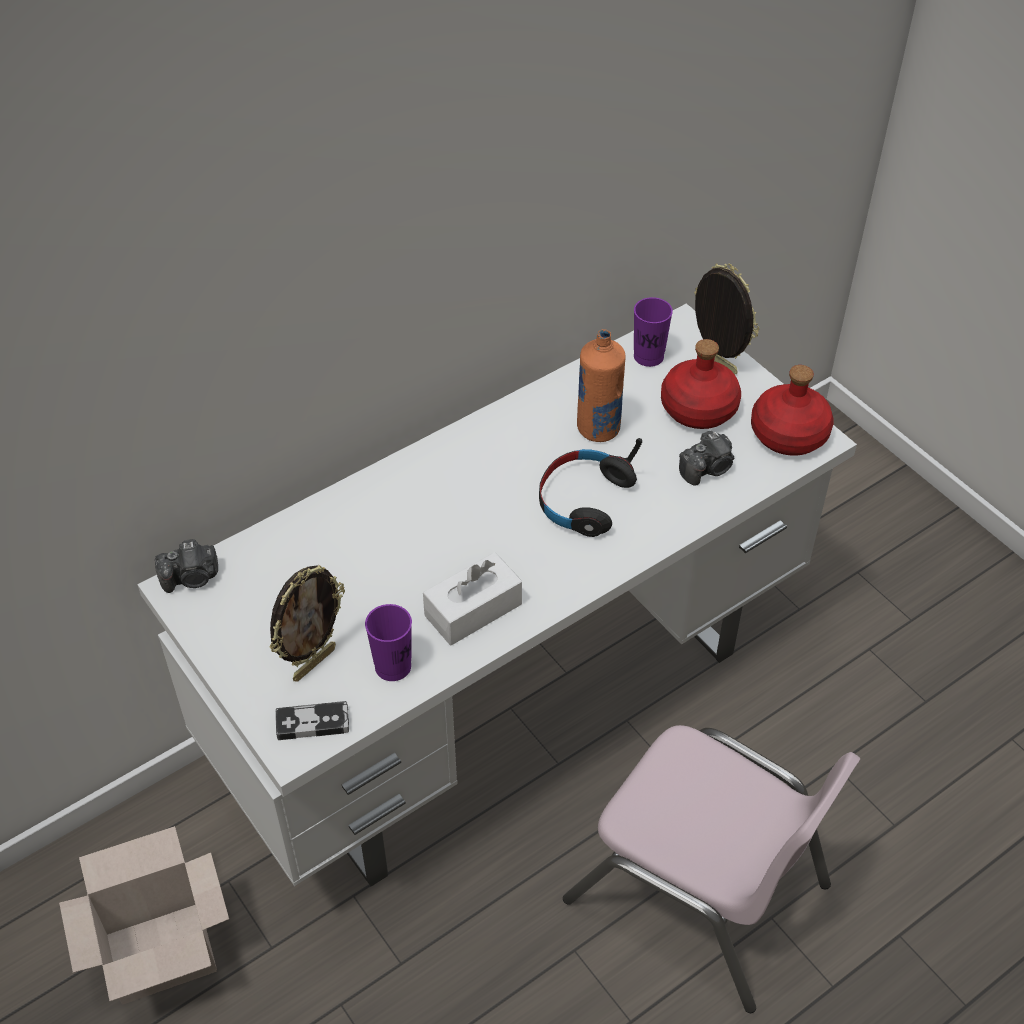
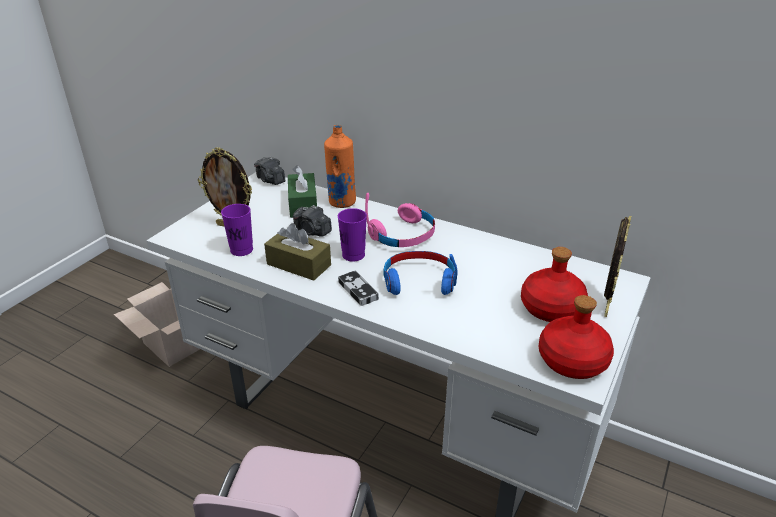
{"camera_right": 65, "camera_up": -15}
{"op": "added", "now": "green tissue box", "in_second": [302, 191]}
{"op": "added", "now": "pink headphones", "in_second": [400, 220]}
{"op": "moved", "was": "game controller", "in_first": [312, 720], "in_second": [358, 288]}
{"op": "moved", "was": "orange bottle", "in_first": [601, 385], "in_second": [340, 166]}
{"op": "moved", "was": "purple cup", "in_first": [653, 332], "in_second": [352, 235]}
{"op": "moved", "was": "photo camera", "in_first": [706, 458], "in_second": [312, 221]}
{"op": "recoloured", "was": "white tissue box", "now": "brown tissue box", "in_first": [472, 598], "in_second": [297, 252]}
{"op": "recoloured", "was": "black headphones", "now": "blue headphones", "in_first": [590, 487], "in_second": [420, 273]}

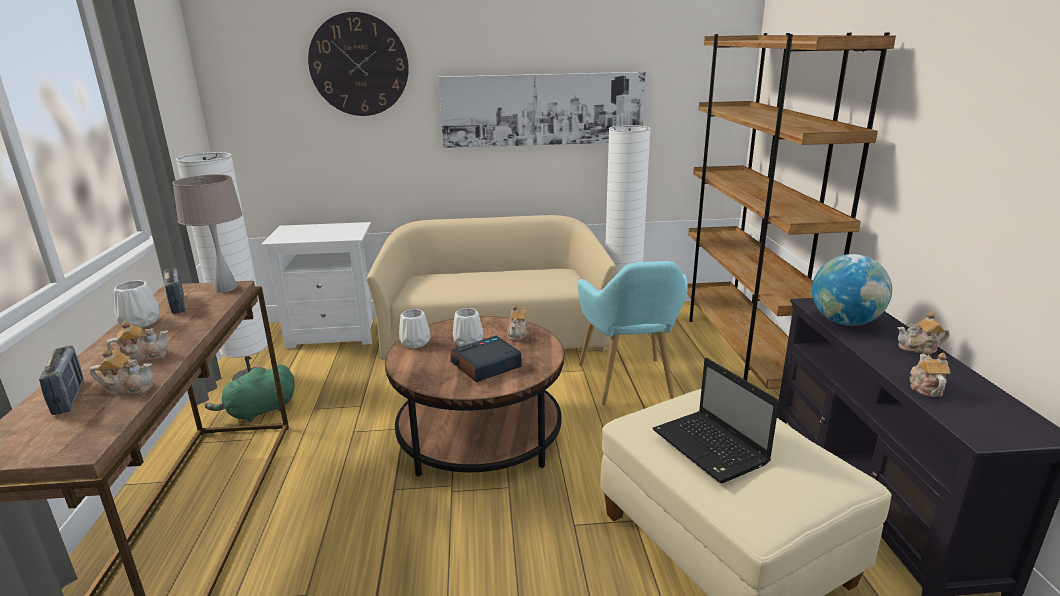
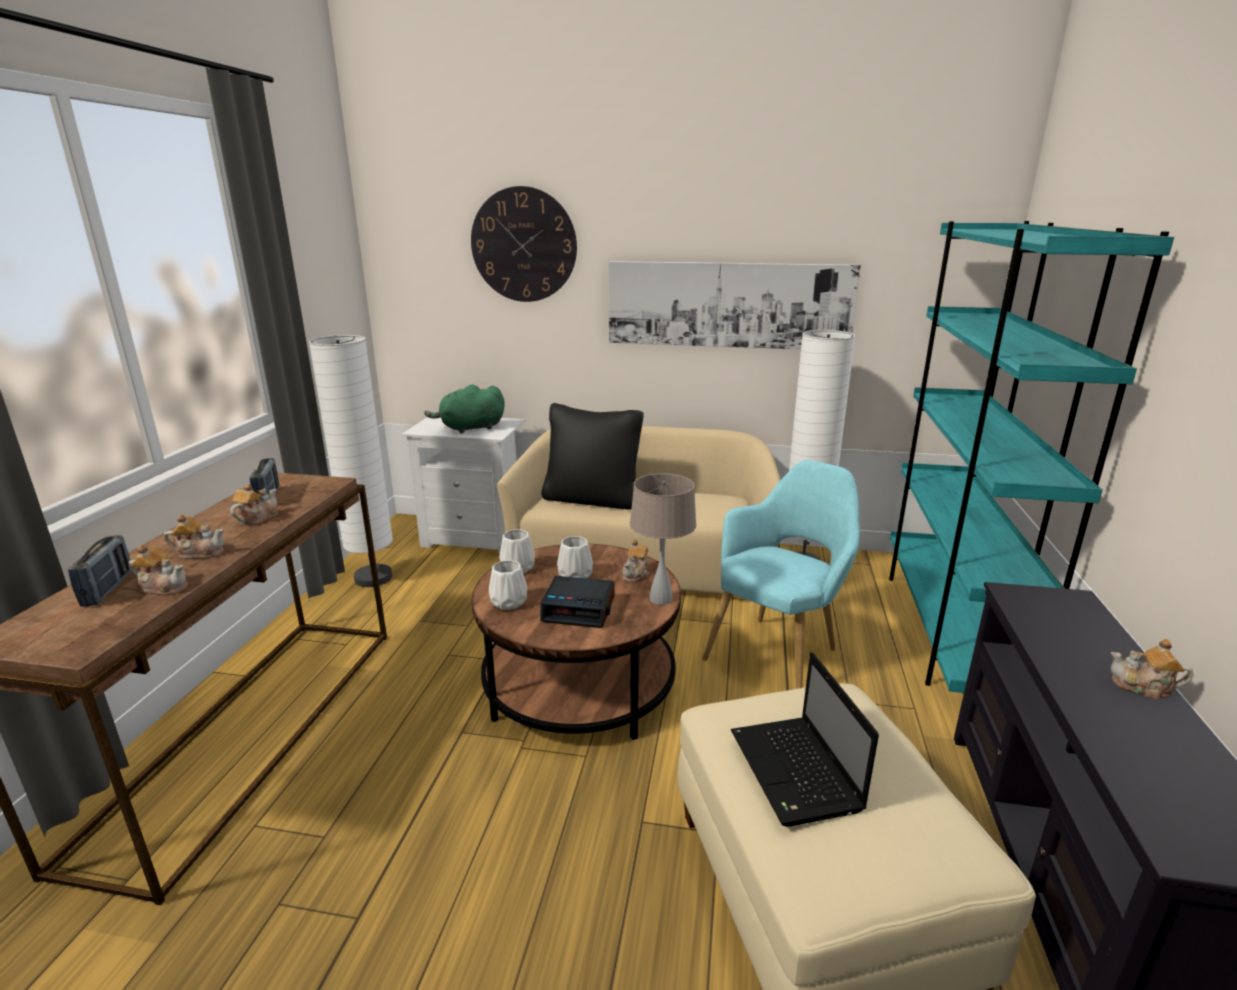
{"camera_right": 15, "camera_up": 0}
{"op": "removed", "was": "globe", "in_first": [852, 290]}
{"op": "added", "now": "black pillow", "in_second": [592, 456]}
{"op": "moved", "was": "white vase", "in_first": [137, 304], "in_second": [508, 585]}
{"op": "moved", "was": "beige table lamp", "in_first": [207, 233], "in_second": [663, 539]}
{"op": "moved", "was": "green plush toy", "in_first": [250, 393], "in_second": [464, 408]}
{"op": "moved", "was": "teapot", "in_first": [930, 375], "in_second": [254, 505]}
{"op": "recoloured", "was": "brown bookcase", "now": "turquoise bookcase", "in_first": [791, 210], "in_second": [1031, 457]}
{"op": "turned", "was": "alarm clock", "in_first": [485, 359], "in_second": [577, 602], "clockwise": -150}
{"op": "turned", "was": "turquoise armchair", "in_first": [632, 333], "in_second": [781, 574], "clockwise": -150}

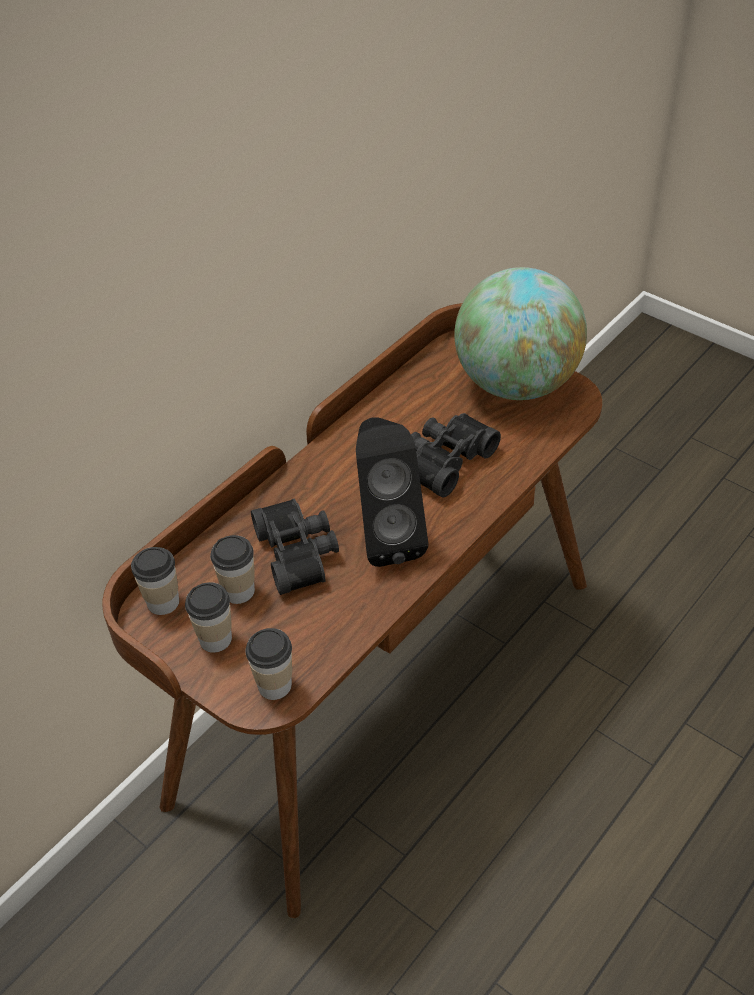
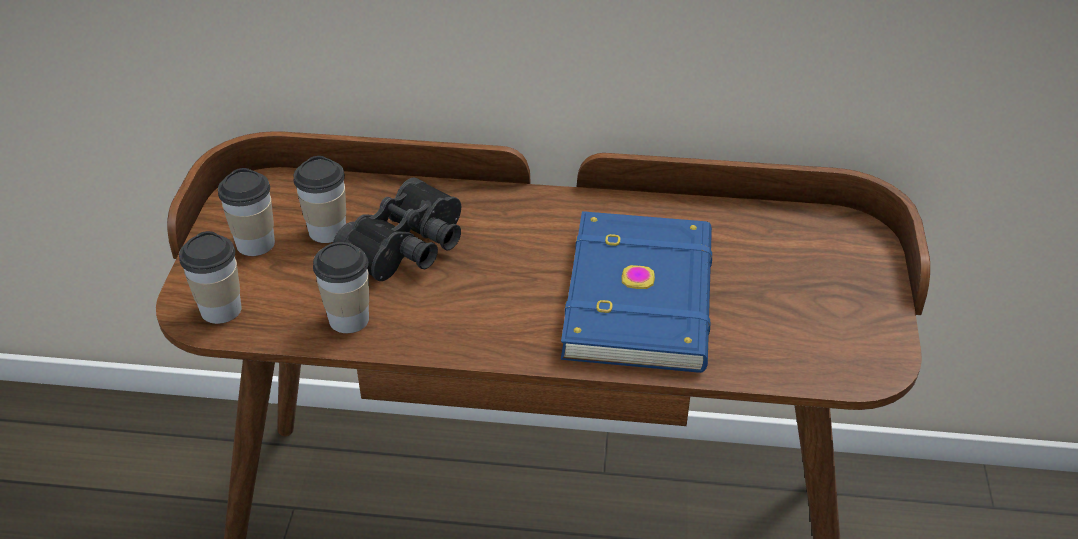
{"camera_right": 55, "camera_up": -5}
{"op": "removed", "was": "black speaker", "in_first": [392, 492]}
{"op": "removed", "was": "globe", "in_first": [520, 333]}
{"op": "moved", "was": "cup", "in_first": [155, 581], "in_second": [341, 287]}
{"op": "replaced", "was": "black binoculars", "now": "blue book", "in_first": [456, 455], "in_second": [636, 292]}

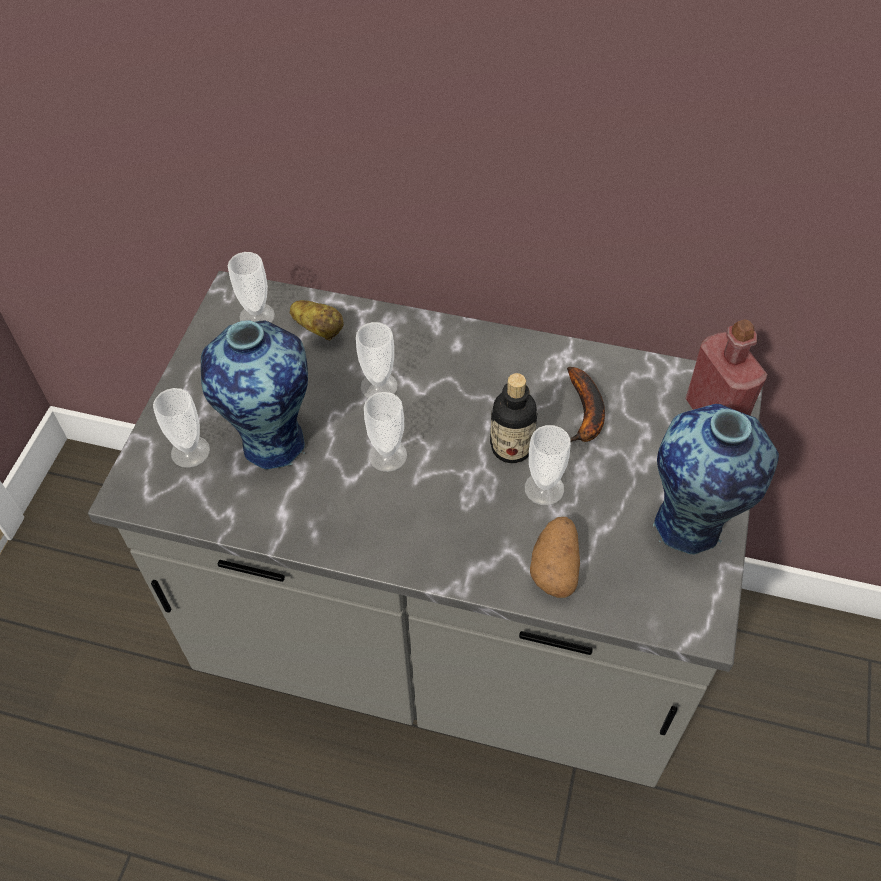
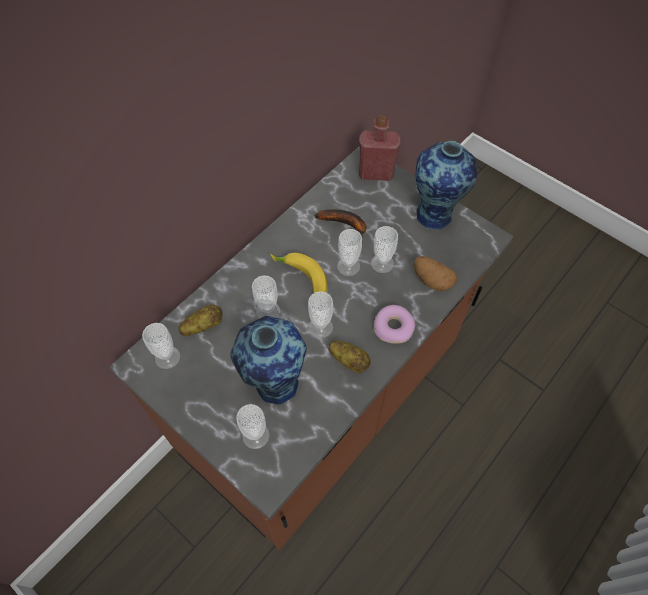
{"camera_right": -65, "camera_up": 5}
{"op": "added", "now": "banana", "in_second": [299, 273]}
{"op": "added", "now": "potato", "in_second": [350, 356]}
{"op": "added", "now": "donut", "in_second": [394, 324]}
{"op": "replaced", "was": "bottle", "now": "cup", "in_first": [514, 418], "in_second": [349, 252]}
{"op": "recoloured", "was": "grey counter", "now": "brown counter", "in_first": [425, 529], "in_second": [311, 348]}

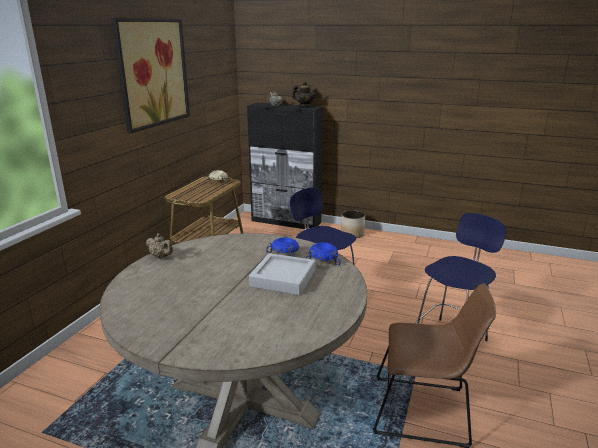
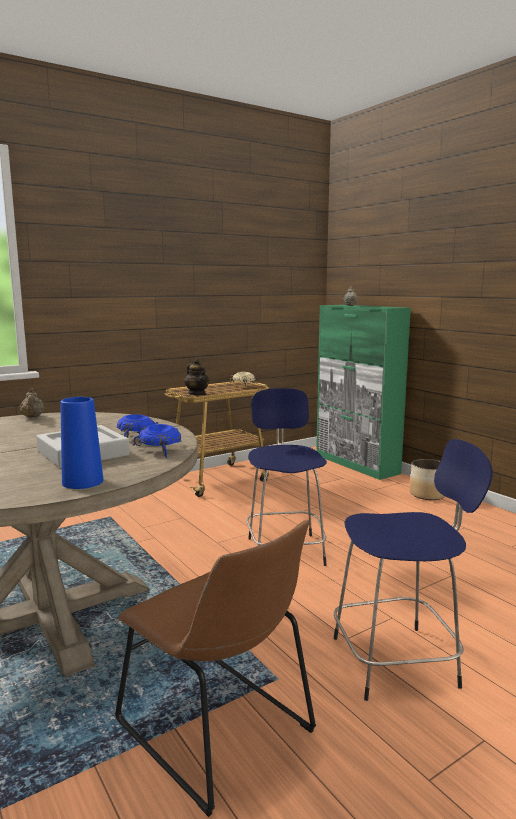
{"camera_right": 35, "camera_up": -10}
{"op": "removed", "was": "picture", "in_first": [151, 76]}
{"op": "added", "now": "blue vase", "in_second": [81, 443]}
{"op": "moved", "was": "teapot", "in_first": [304, 94], "in_second": [197, 377]}
{"op": "recoloured", "was": "black cabinet", "now": "green cabinet", "in_first": [285, 166], "in_second": [363, 392]}

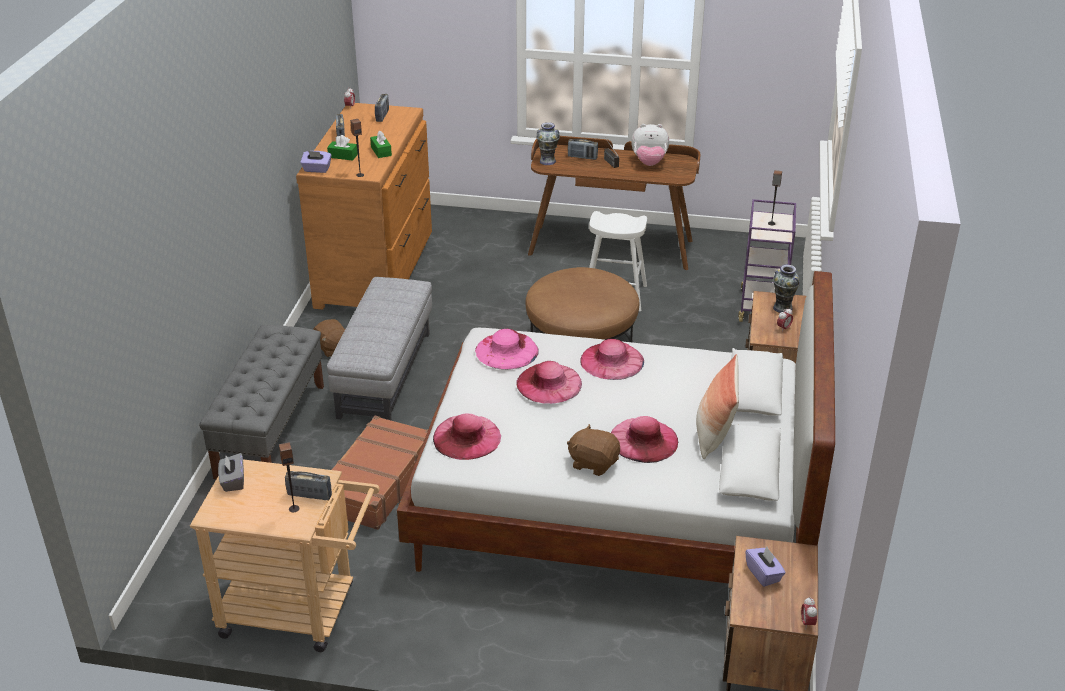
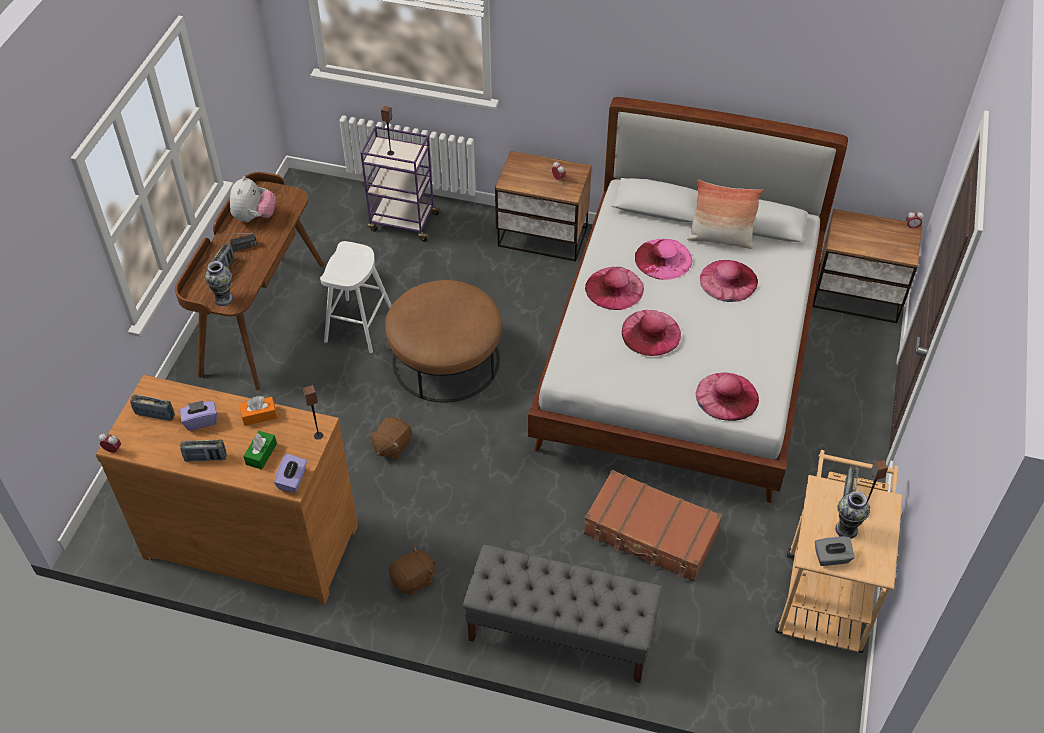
{"camera_right": -85, "camera_up": 15}
{"op": "removed", "was": "grey ottoman", "in_first": [379, 349]}
{"op": "moved", "was": "pink hat", "in_first": [507, 349], "in_second": [663, 259]}
{"op": "moved", "was": "brown plush toy", "in_first": [593, 450], "in_second": [390, 438]}
{"op": "moved", "was": "purple tissue box", "in_first": [765, 566], "in_second": [198, 416]}
{"op": "moved", "was": "vase", "in_first": [786, 289], "in_second": [852, 515]}
{"op": "recoloured", "was": "green tissue box", "now": "orange tissue box", "in_first": [381, 144], "in_second": [258, 411]}

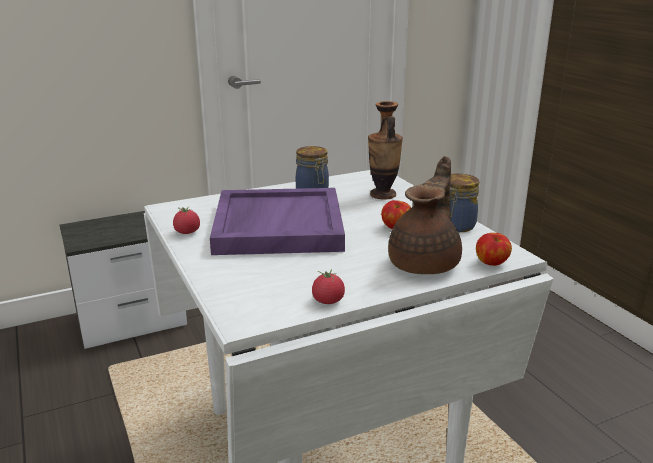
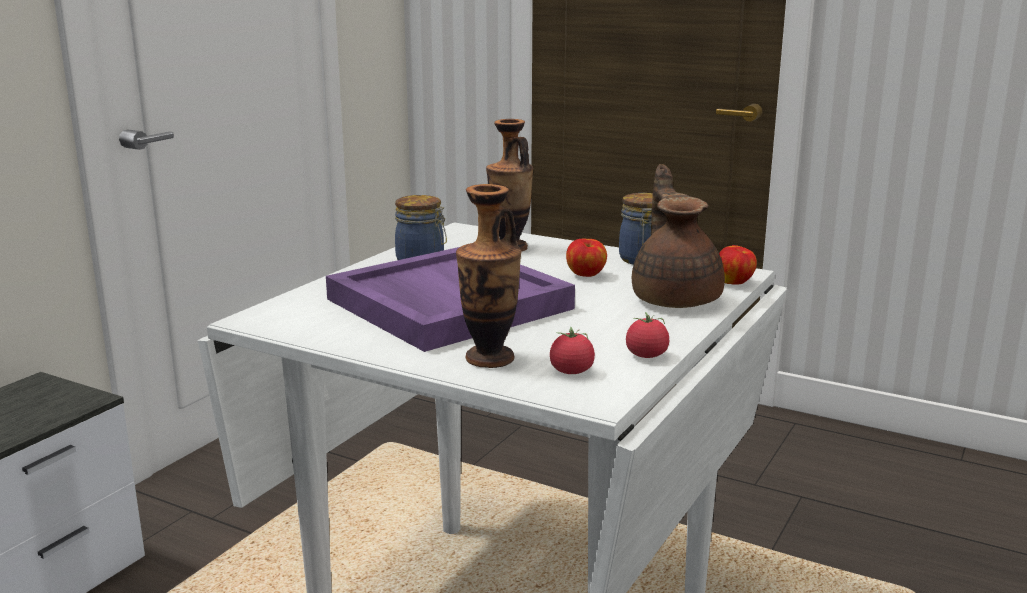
{"camera_right": -35, "camera_up": -5}
{"op": "added", "now": "vase", "in_second": [488, 276]}
{"op": "moved", "was": "tomato", "in_first": [186, 220], "in_second": [572, 350]}

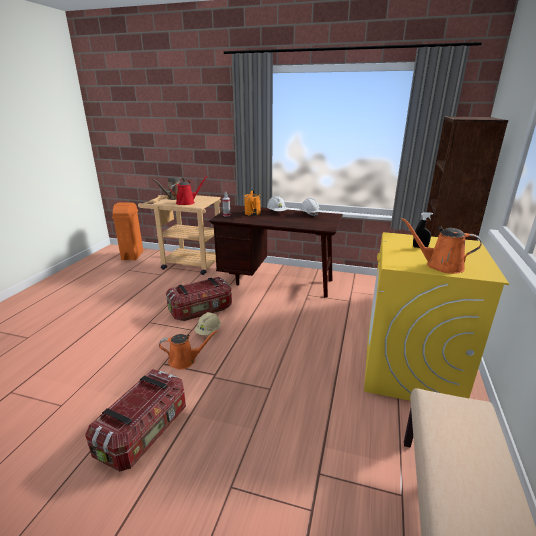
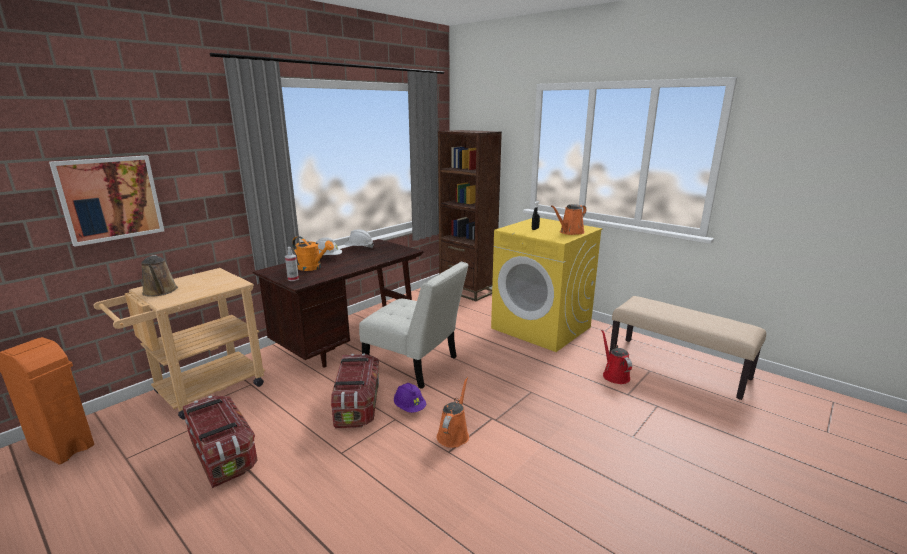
{"camera_right": -65, "camera_up": -5}
{"op": "added", "now": "picture", "in_second": [106, 201]}
{"op": "added", "now": "white chair", "in_second": [413, 325]}
{"op": "moved", "was": "storage box", "in_first": [135, 420], "in_second": [220, 441]}
{"op": "moved", "was": "red watering can", "in_first": [189, 190], "in_second": [616, 357]}
{"op": "recoloured", "was": "beige hard hat", "now": "purple hard hat", "in_first": [208, 323], "in_second": [410, 398]}

